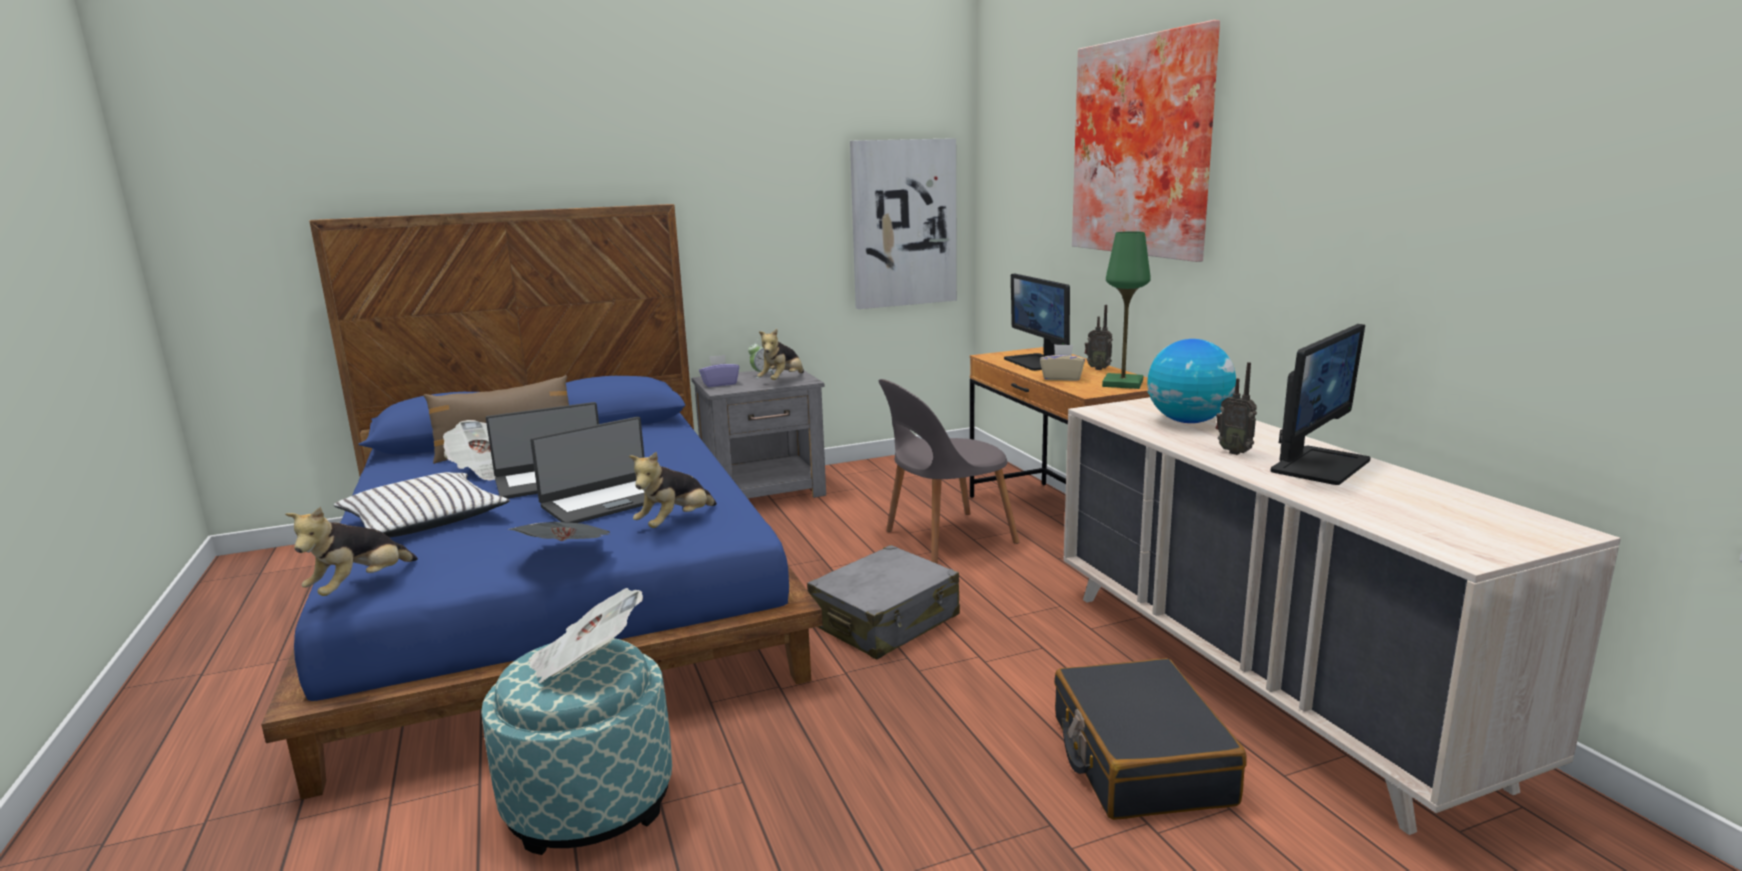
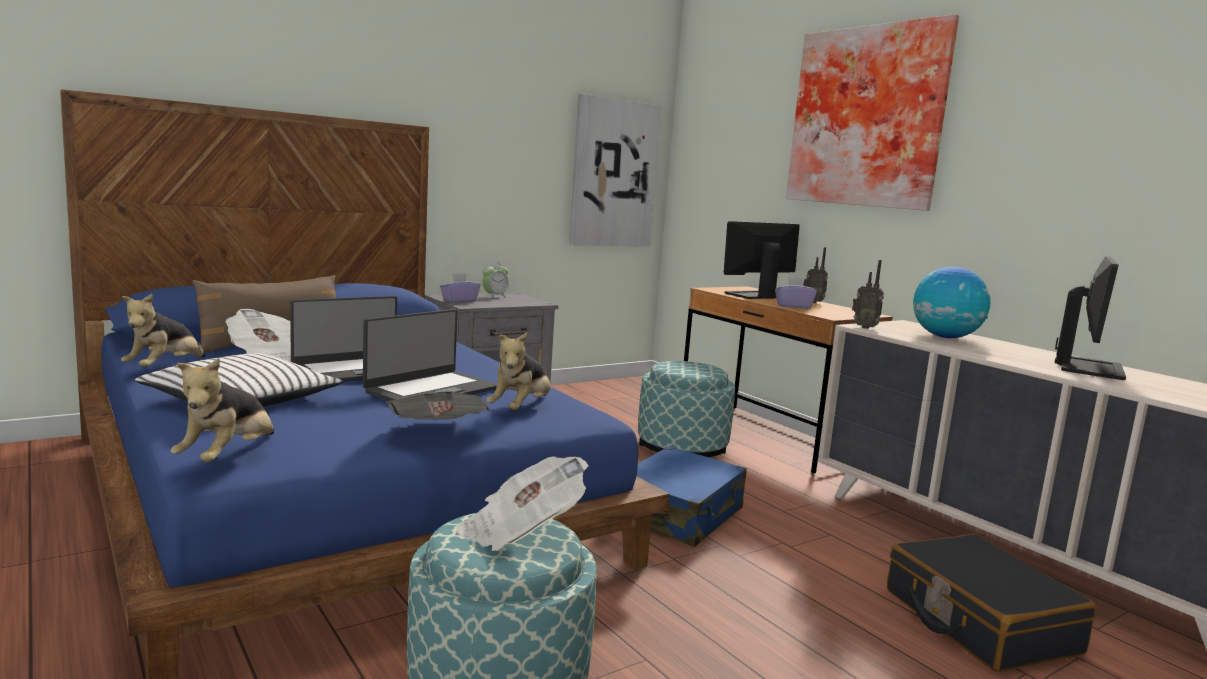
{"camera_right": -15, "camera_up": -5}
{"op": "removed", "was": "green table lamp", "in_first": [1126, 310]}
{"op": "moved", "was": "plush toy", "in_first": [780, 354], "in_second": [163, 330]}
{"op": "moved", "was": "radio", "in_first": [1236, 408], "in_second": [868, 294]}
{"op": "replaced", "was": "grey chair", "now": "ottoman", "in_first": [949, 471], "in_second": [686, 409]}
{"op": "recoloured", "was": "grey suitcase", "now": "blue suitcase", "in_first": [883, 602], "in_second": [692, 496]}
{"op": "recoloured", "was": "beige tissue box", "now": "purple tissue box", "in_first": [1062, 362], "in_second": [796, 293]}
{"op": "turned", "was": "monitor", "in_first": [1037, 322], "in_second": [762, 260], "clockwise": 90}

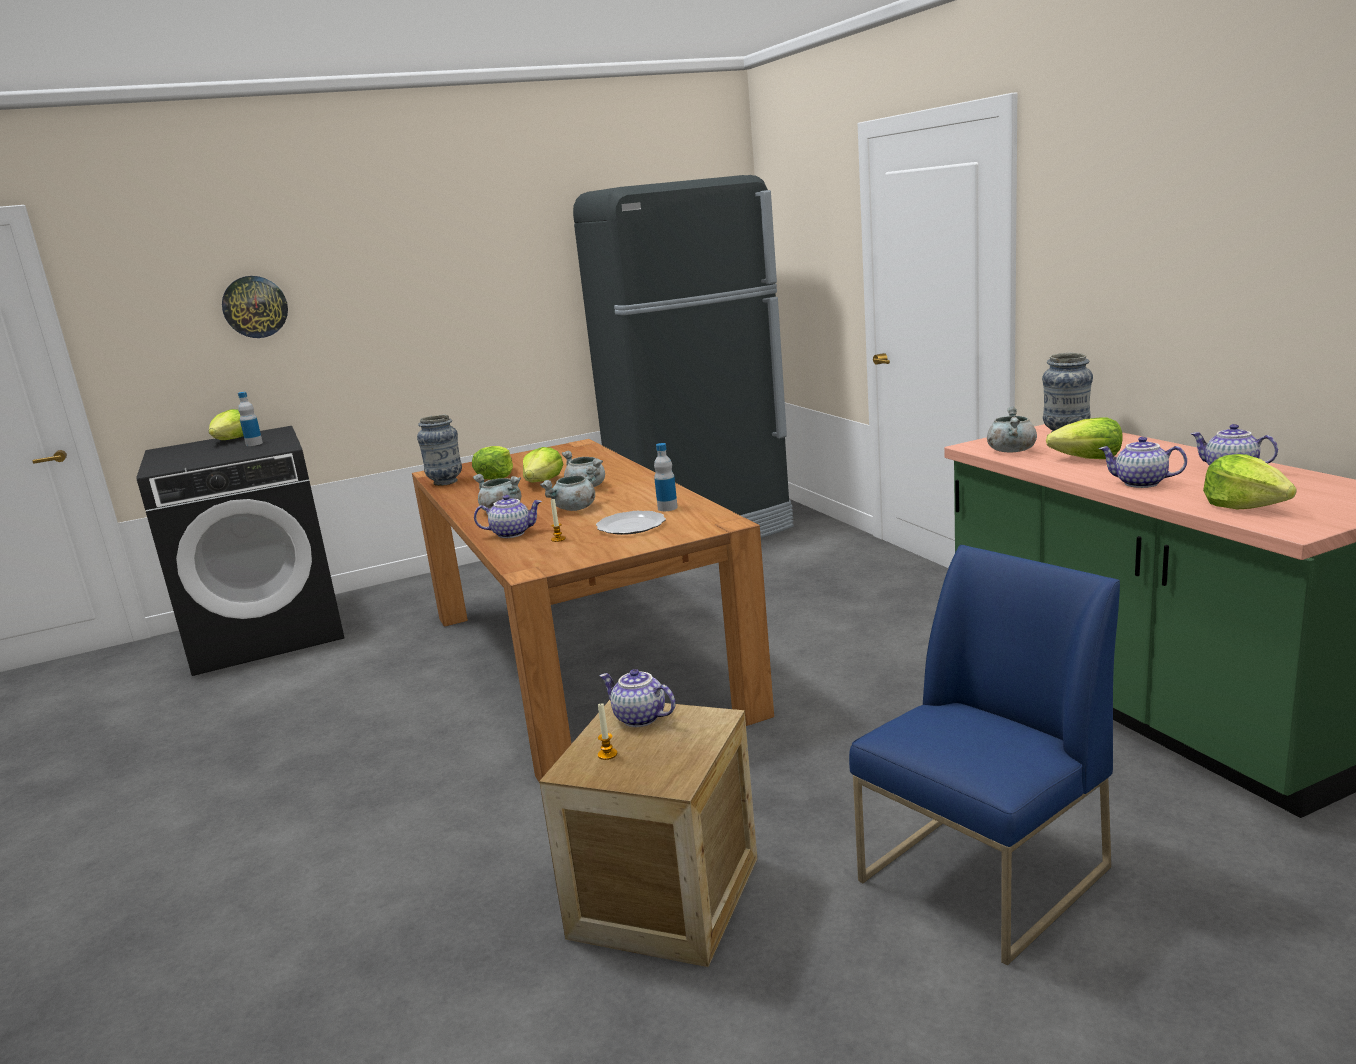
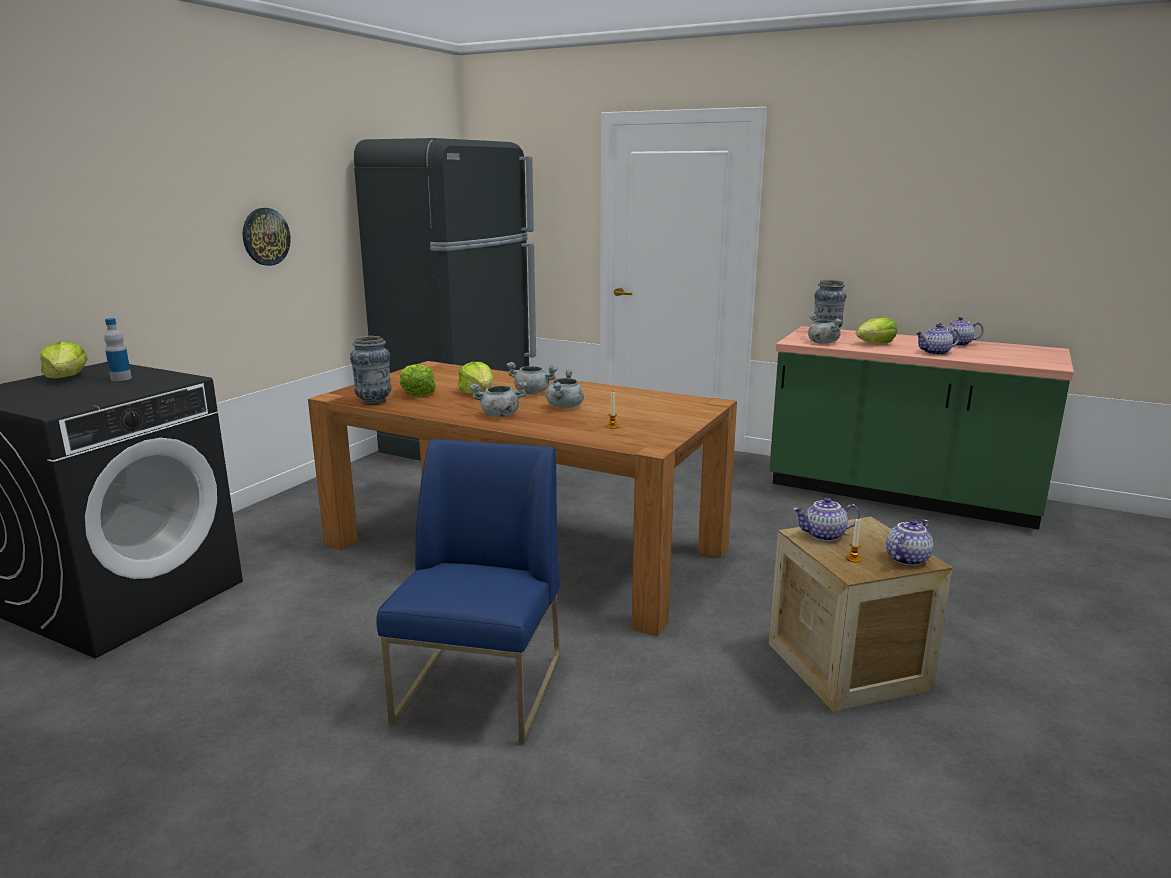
{"camera_right": -40, "camera_up": 0}
{"op": "removed", "was": "plate", "in_first": [631, 523]}
{"op": "removed", "was": "bottle", "in_first": [666, 477]}
{"op": "removed", "was": "lettuce", "in_first": [1250, 482]}
{"op": "moved", "was": "wall clock", "in_first": [255, 307], "in_second": [267, 237]}
{"op": "moved", "was": "teapot", "in_first": [508, 516], "in_second": [909, 542]}
{"op": "moved", "was": "blue chair", "in_first": [984, 755], "in_second": [468, 592]}

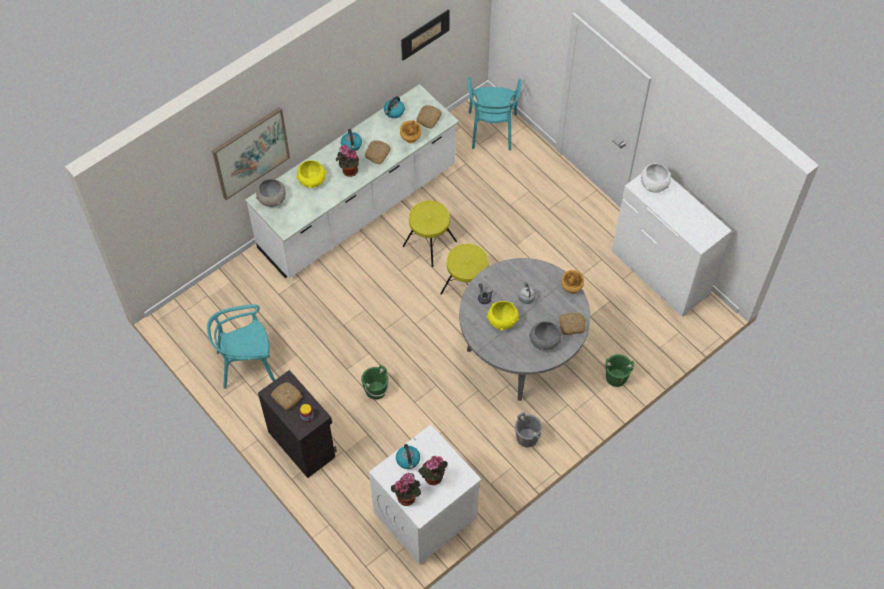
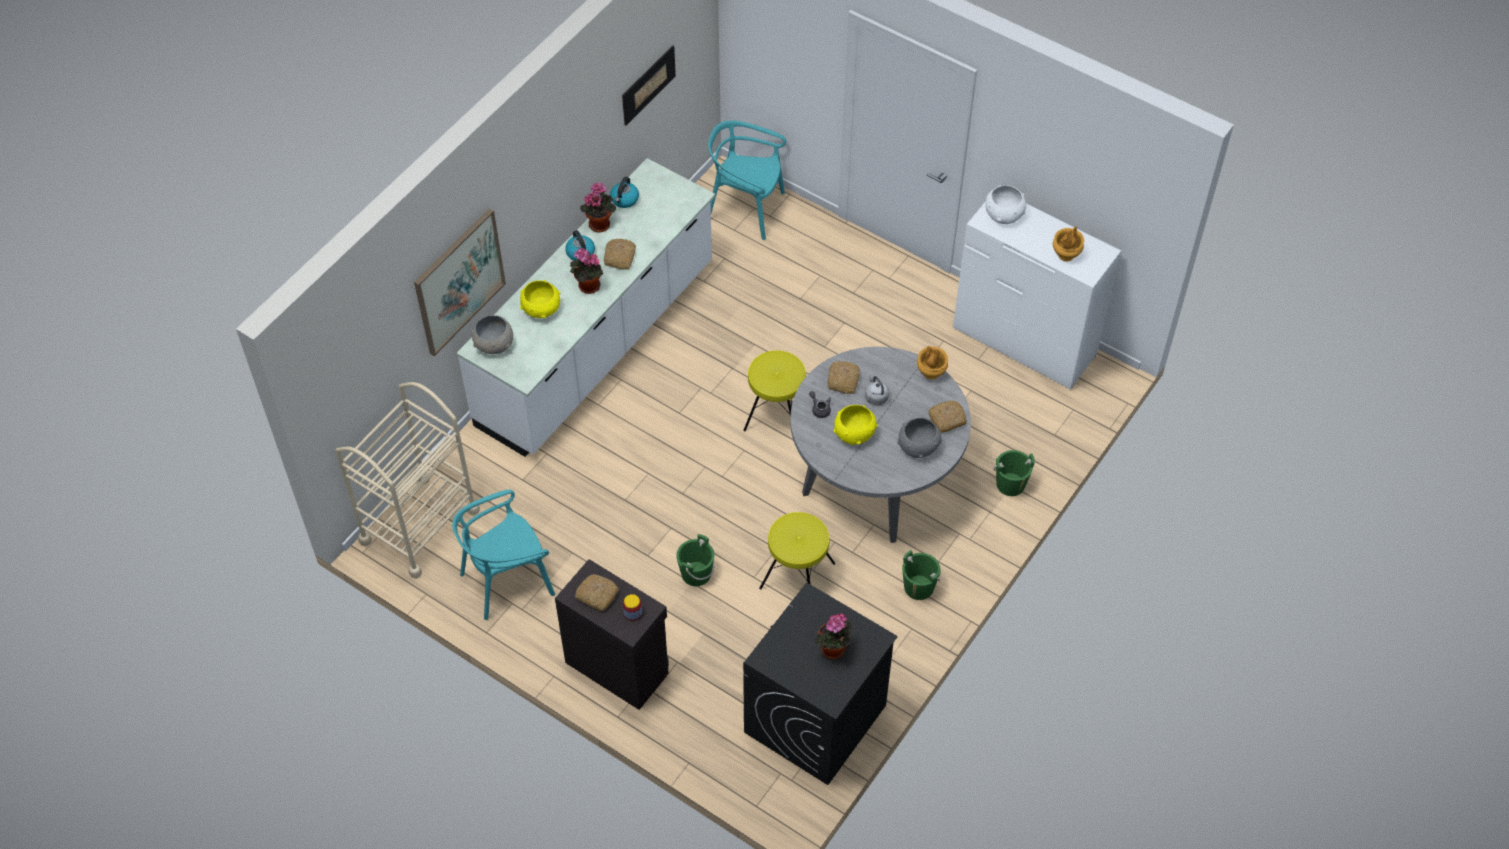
{"camera_right": -15, "camera_up": -5}
{"op": "removed", "was": "kettle", "in_first": [408, 456]}
{"op": "added", "now": "beige cart", "in_second": [407, 480]}
{"op": "moved", "was": "potted plant", "in_first": [406, 489], "in_second": [598, 207]}
{"op": "moved", "was": "brown vase", "in_first": [410, 131], "in_second": [1068, 243]}
{"op": "moved", "was": "yellow stool", "in_first": [429, 233], "in_second": [797, 551]}
{"op": "moved", "was": "bread", "in_first": [429, 117], "in_second": [844, 377]}
{"op": "recoloured", "was": "white washing machine", "now": "black washing machine", "in_first": [425, 494], "in_second": [820, 684]}
{"op": "recoloured", "was": "grey bucket", "now": "green bucket", "in_first": [528, 429], "in_second": [921, 575]}
{"op": "turned", "was": "turquoise chair", "in_first": [494, 114], "in_second": [747, 180], "clockwise": 120}

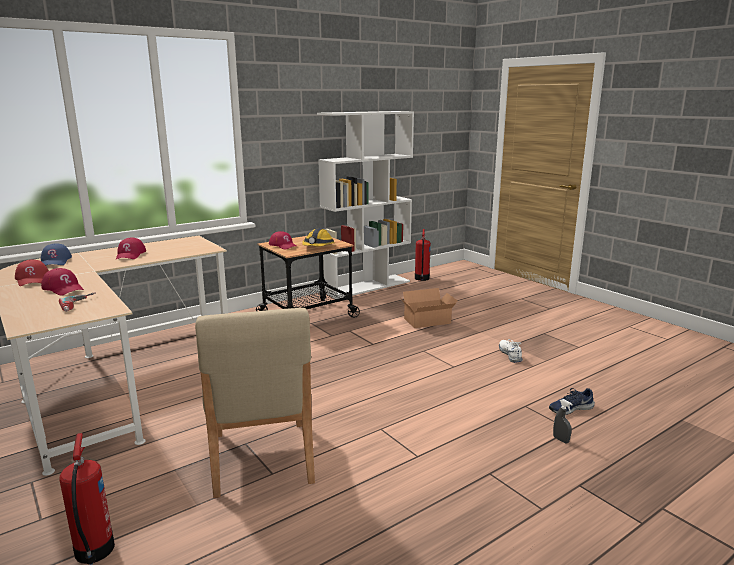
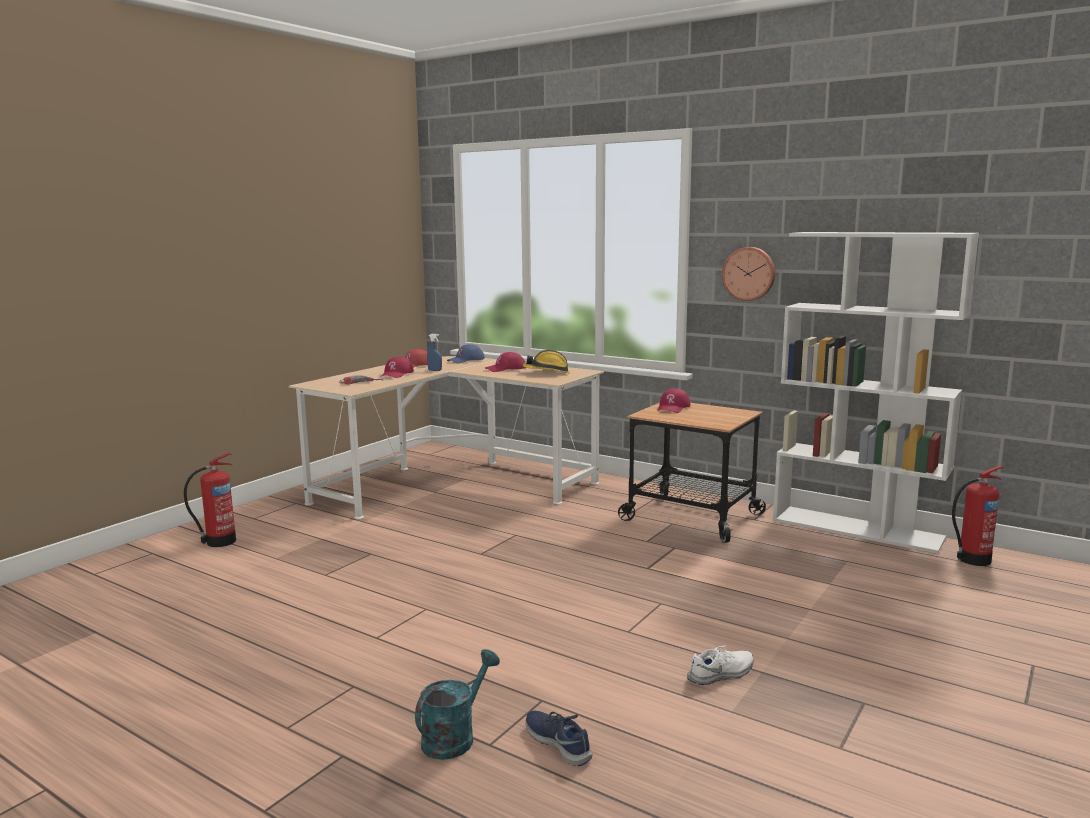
{"camera_right": 70, "camera_up": -5}
{"op": "removed", "was": "beige chair", "in_first": [255, 403]}
{"op": "removed", "was": "cardboard box", "in_first": [429, 308]}
{"op": "added", "now": "blue spray bottle", "in_second": [434, 352]}
{"op": "added", "now": "wall clock", "in_second": [748, 274]}
{"op": "moved", "was": "hard hat", "in_first": [319, 237], "in_second": [546, 361]}
{"op": "replaced", "was": "grey spray bottle", "now": "turquoise watering can", "in_first": [563, 421], "in_second": [457, 704]}

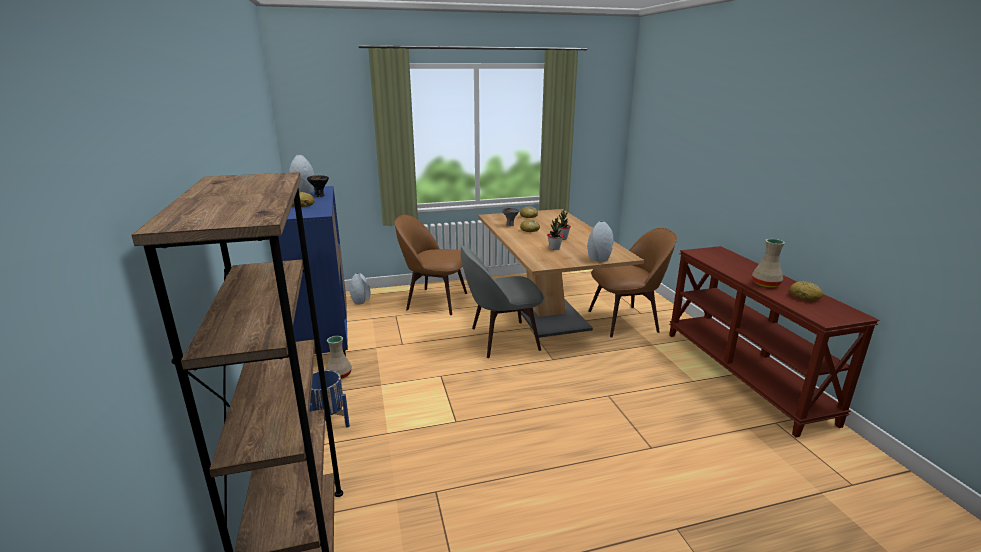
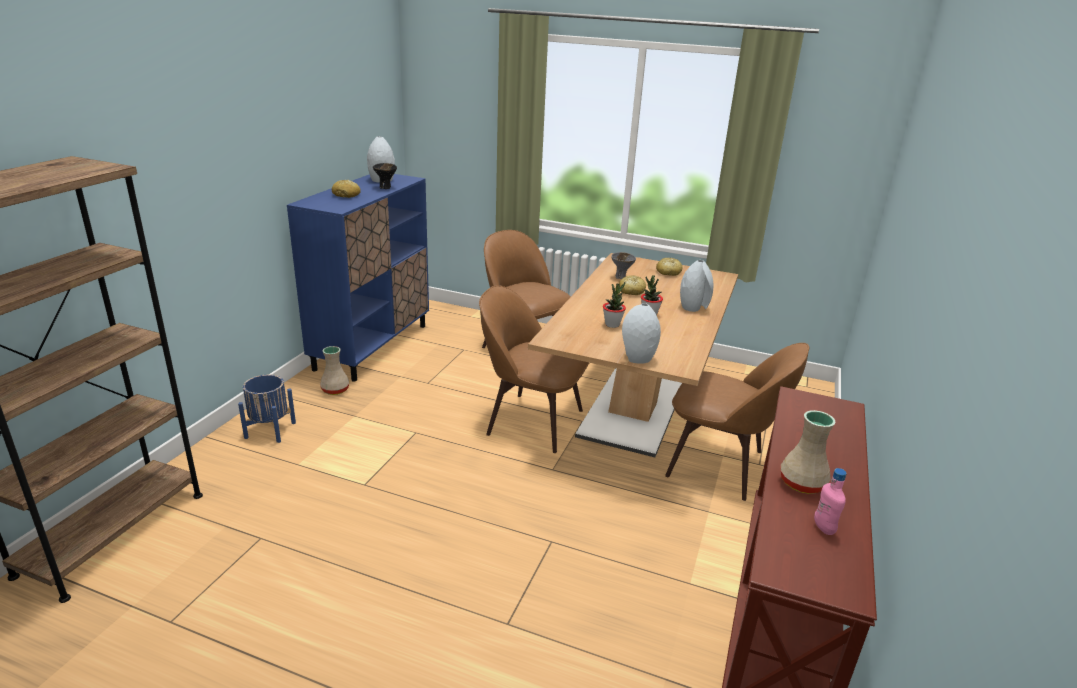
{"camera_right": 35, "camera_up": 5}
{"op": "moved", "was": "grey vase", "in_first": [359, 288], "in_second": [696, 286]}
{"op": "replaced", "was": "bread", "now": "pink bottle", "in_first": [806, 291], "in_second": [830, 501]}
{"op": "recoloured", "was": "grey chair", "now": "brown chair", "in_first": [502, 301], "in_second": [534, 369]}

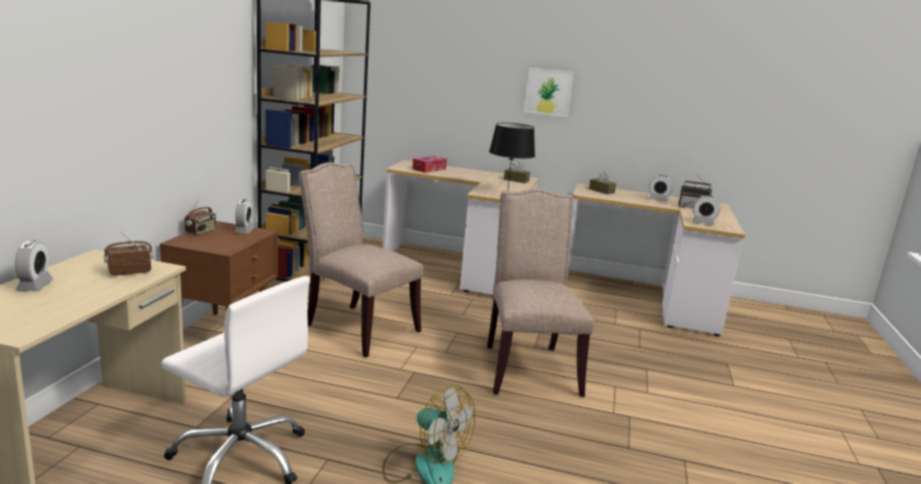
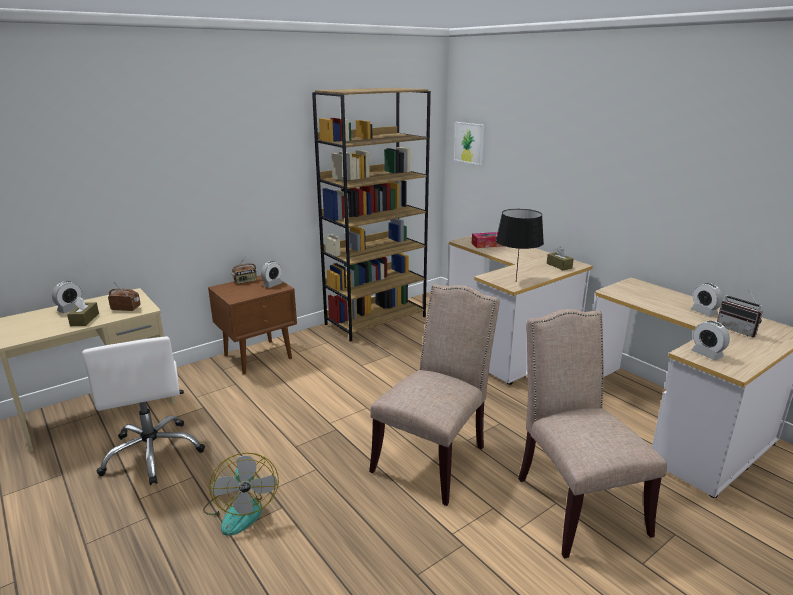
{"camera_right": 40, "camera_up": 5}
{"op": "moved", "was": "beige chair", "in_first": [361, 260], "in_second": [592, 434]}
{"op": "moved", "was": "picture", "in_first": [549, 92], "in_second": [469, 143]}
{"op": "moved", "was": "brown tissue box", "in_first": [602, 183], "in_second": [83, 311]}

